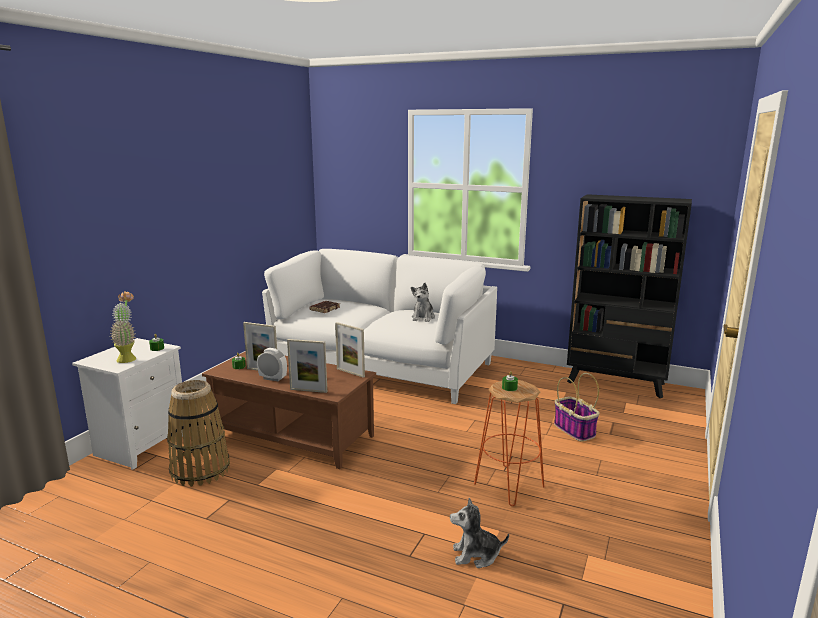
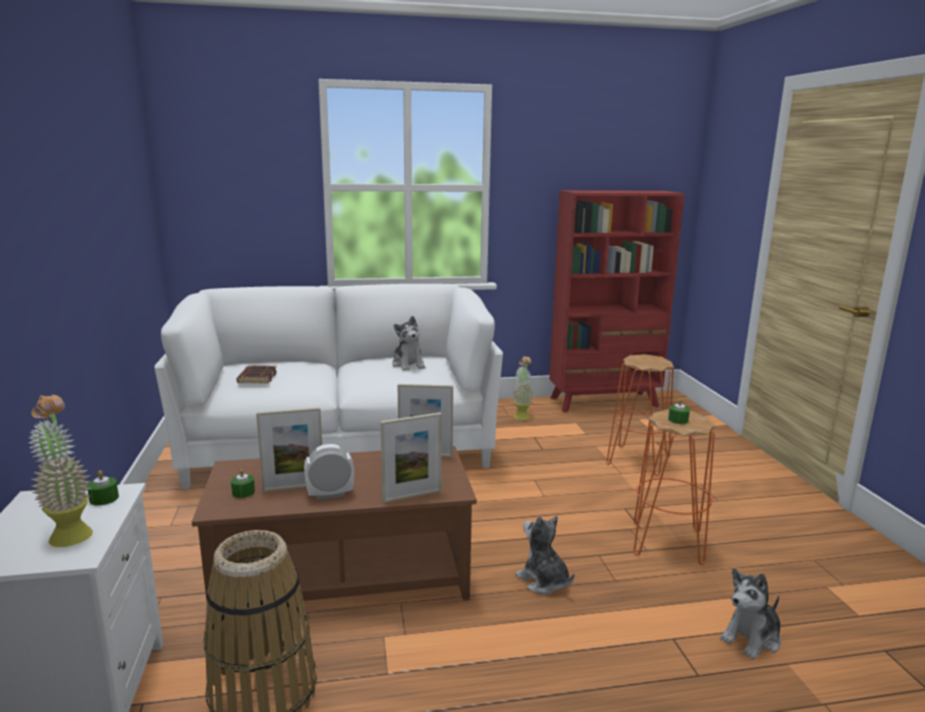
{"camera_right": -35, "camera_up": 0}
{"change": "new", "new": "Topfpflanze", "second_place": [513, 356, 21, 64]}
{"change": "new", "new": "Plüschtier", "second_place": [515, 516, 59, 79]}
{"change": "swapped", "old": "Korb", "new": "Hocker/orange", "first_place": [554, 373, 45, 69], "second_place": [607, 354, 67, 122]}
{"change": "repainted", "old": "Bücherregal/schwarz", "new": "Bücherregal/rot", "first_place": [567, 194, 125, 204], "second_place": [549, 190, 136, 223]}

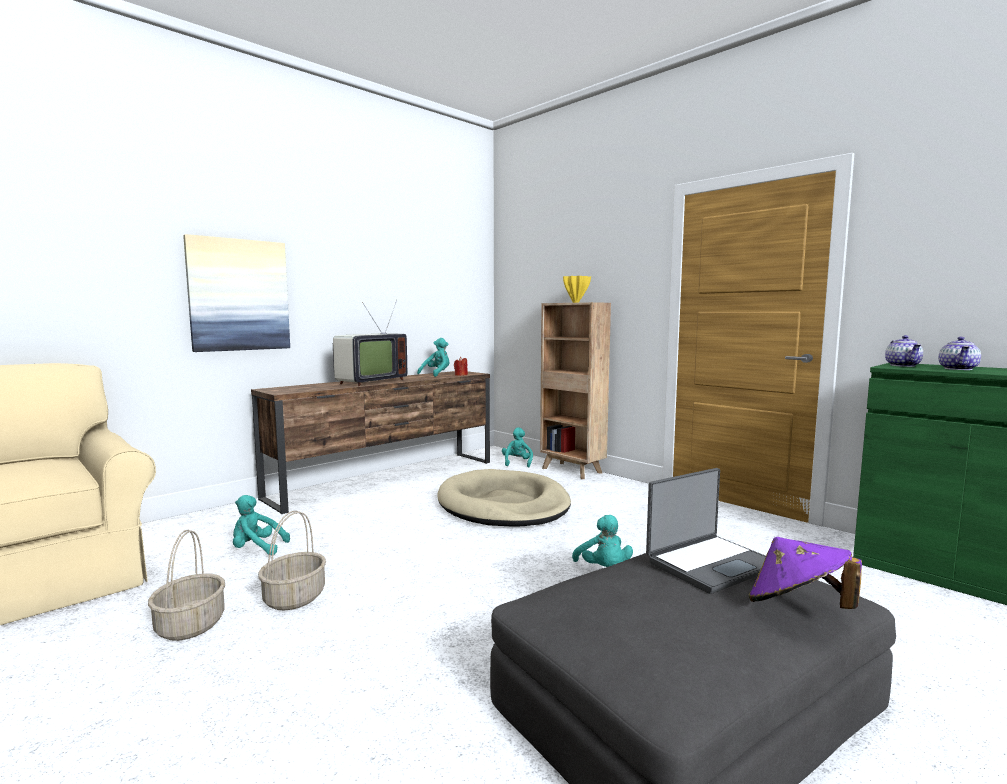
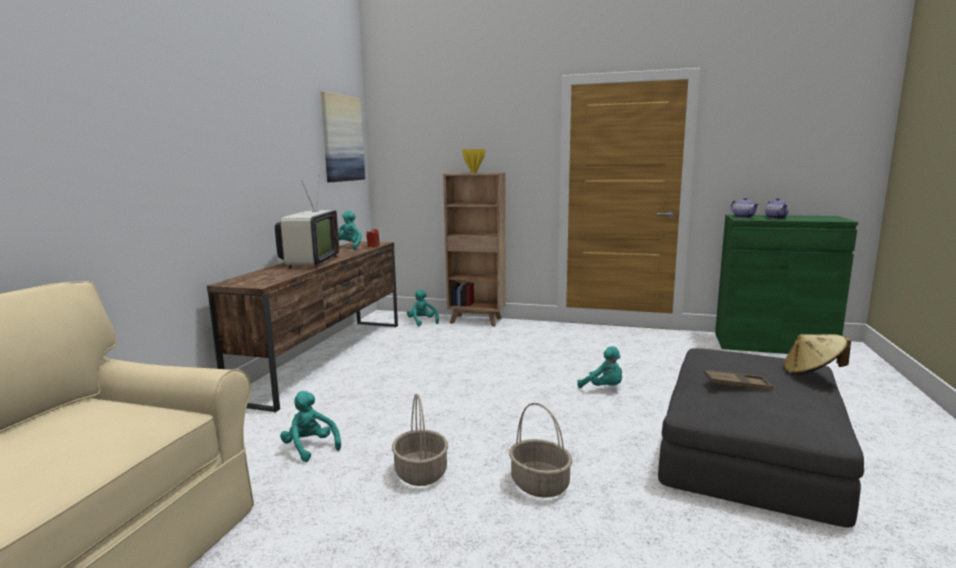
{"camera_right": -30, "camera_up": 5}
{"change": "gone", "old": "Hundebett/beige", "first_place": [437, 469, 134, 58]}
{"change": "gone", "old": "Laptop", "first_place": [646, 468, 120, 126]}
{"change": "new", "new": "Tablett/braun", "second_place": [704, 370, 69, 20]}
{"change": "shifted", "old": "Korb", "first_place": [148, 530, 77, 111], "second_place": [509, 403, 64, 95]}
{"change": "shifted", "old": "Bild", "first_place": [183, 234, 107, 118], "second_place": [321, 91, 44, 91]}
{"change": "repainted", "old": "Hut/lila", "new": "Hut/beige", "first_place": [749, 537, 113, 72], "second_place": [783, 334, 68, 41]}
{"change": "rotated", "old": "Plüschtier/türkis", "first_place": [233, 495, 57, 60], "second_place": [280, 391, 61, 71], "degrees": 75}

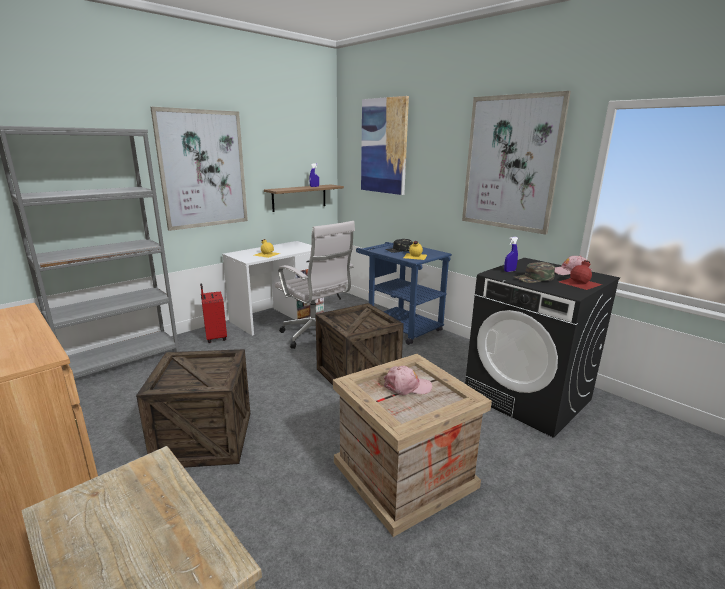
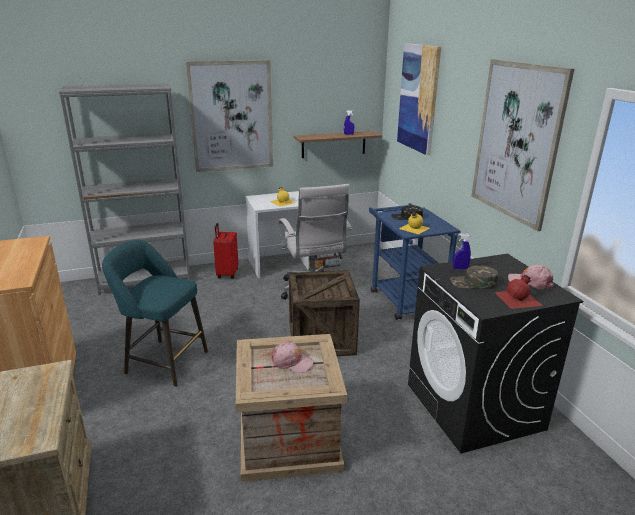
{"camera_right": 25, "camera_up": 5}
{"change": "swapped", "old": "Kiste", "new": "Hocker/türkis", "first_place": [136, 349, 114, 119], "second_place": [102, 240, 106, 147]}

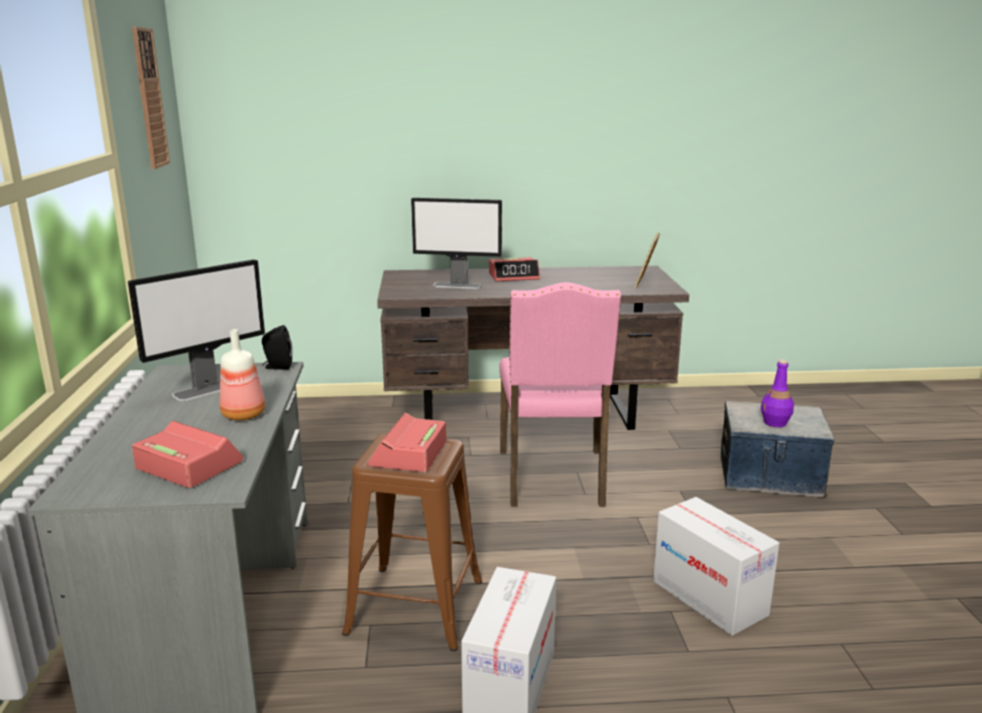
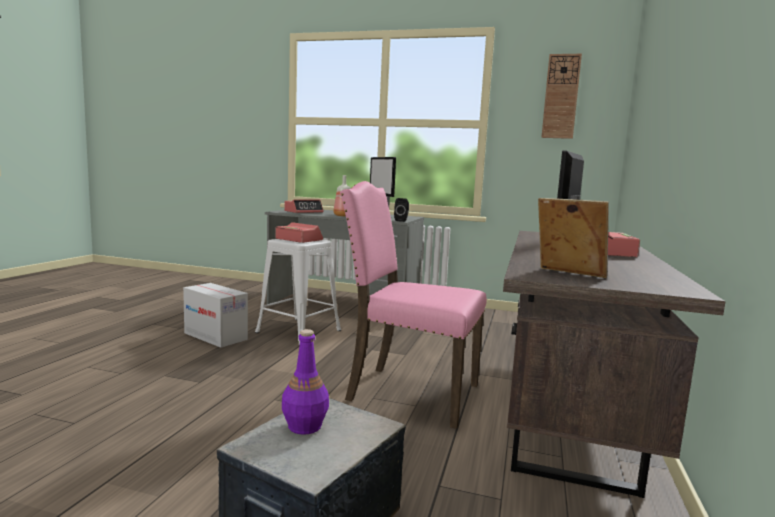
{"camera_right": 110, "camera_up": -10}
{"change": "gone", "old": "Karton", "first_place": [653, 497, 126, 139]}
{"change": "repainted", "old": "Hocker/braun", "new": "Hocker/weiß", "first_place": [342, 433, 140, 218], "second_place": [255, 239, 86, 107]}

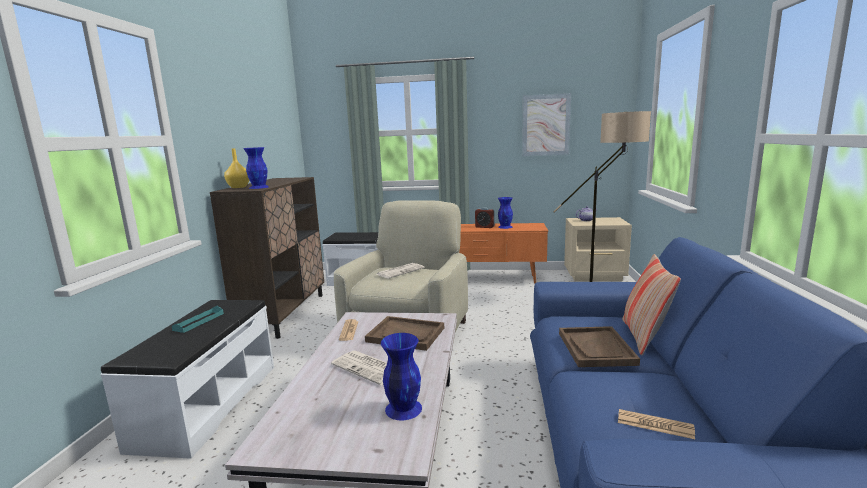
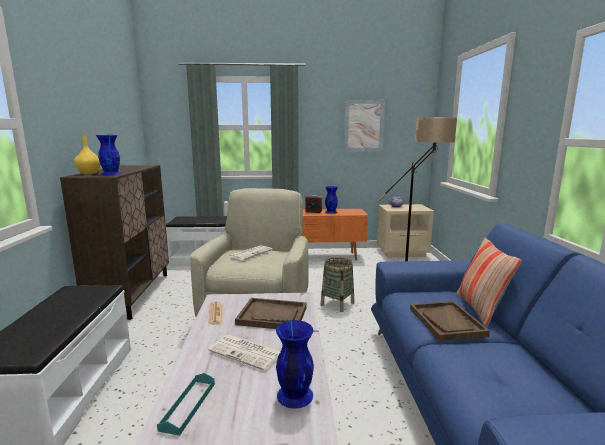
{"camera_right": -10, "camera_up": 0}
{"change": "gone", "old": "Zeitung", "first_place": [618, 409, 77, 30]}
{"change": "new", "new": "Korb", "second_place": [321, 258, 33, 54]}
{"change": "shifted", "old": "Tablett/türkis", "first_place": [172, 306, 52, 27], "second_place": [157, 373, 58, 63]}

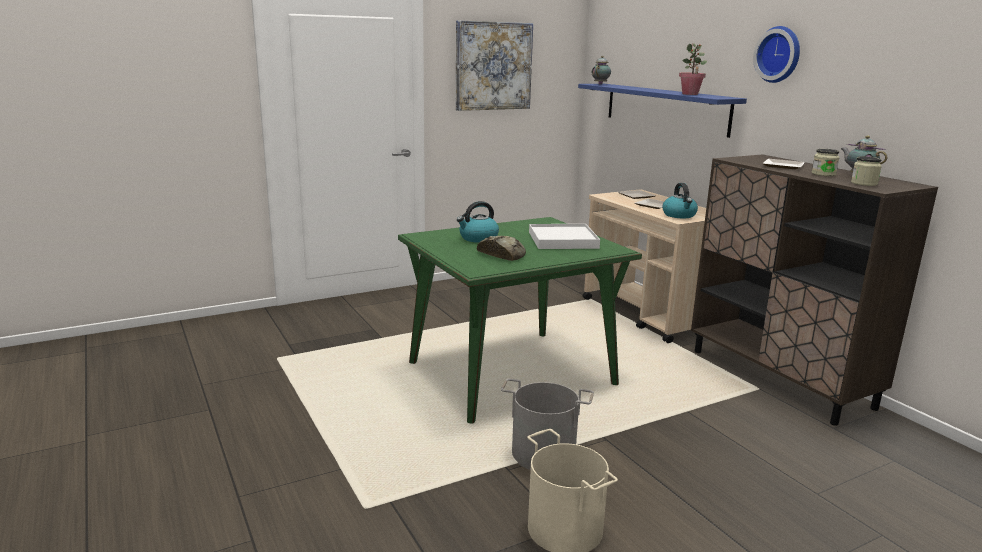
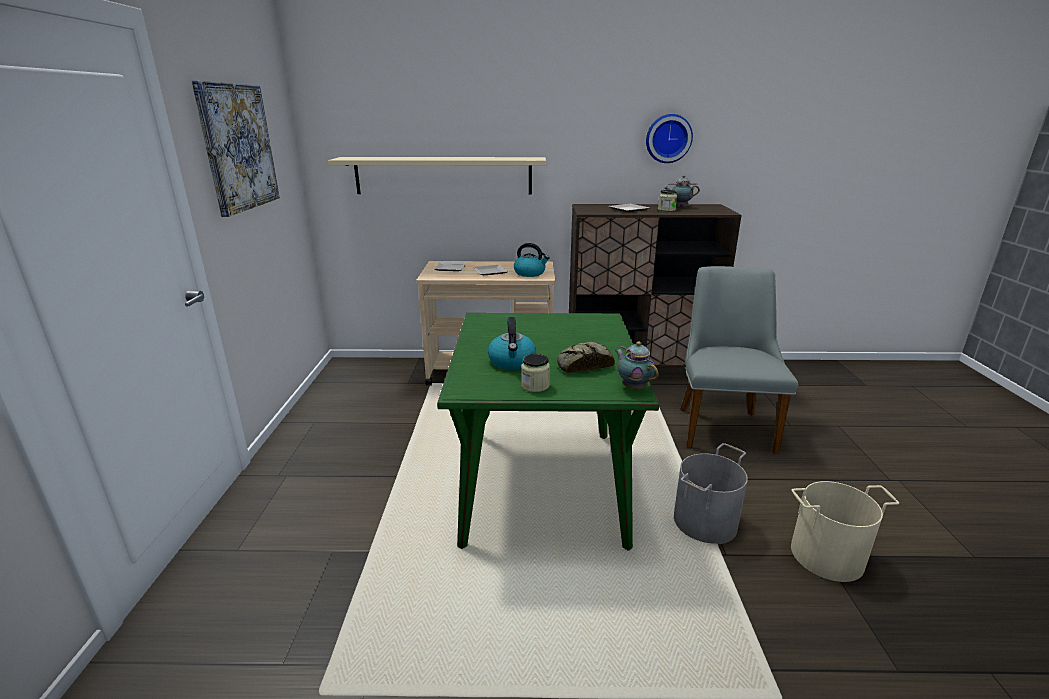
{"camera_right": -60, "camera_up": 5}
{"change": "gone", "old": "Tablett/weiß", "first_place": [529, 224, 71, 25]}
{"change": "gone", "old": "Topfpflanze", "first_place": [679, 43, 28, 52]}
{"change": "new", "new": "Stuhl/grau", "second_place": [680, 266, 118, 188]}
{"change": "shifted", "old": "Teekanne", "first_place": [592, 56, 19, 29], "second_place": [615, 341, 44, 49]}
{"change": "shifted", "old": "Wanduhr", "first_place": [753, 26, 47, 57], "second_place": [646, 114, 47, 49]}
{"change": "shifted", "old": "Vorratsglas", "first_place": [851, 156, 31, 30], "second_place": [521, 354, 29, 38]}
{"change": "repainted", "old": "Wandregal/blau", "new": "Wandregal/beige", "first_place": [578, 84, 169, 54], "second_place": [328, 157, 218, 38]}

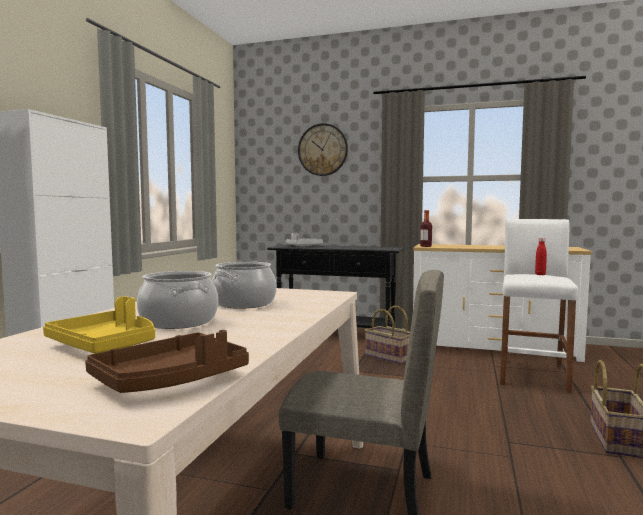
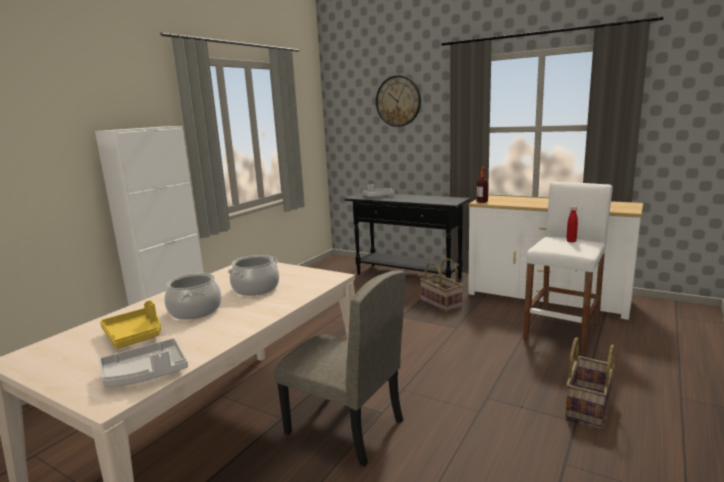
{"camera_right": 15, "camera_up": 10}
{"change": "repainted", "old": "Tablett/braun", "new": "Tablett/grau", "first_place": [85, 330, 164, 63], "second_place": [99, 338, 89, 49]}

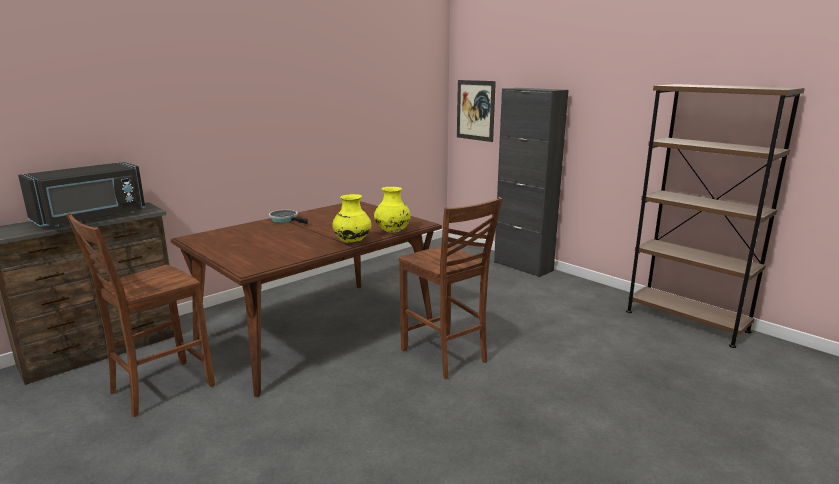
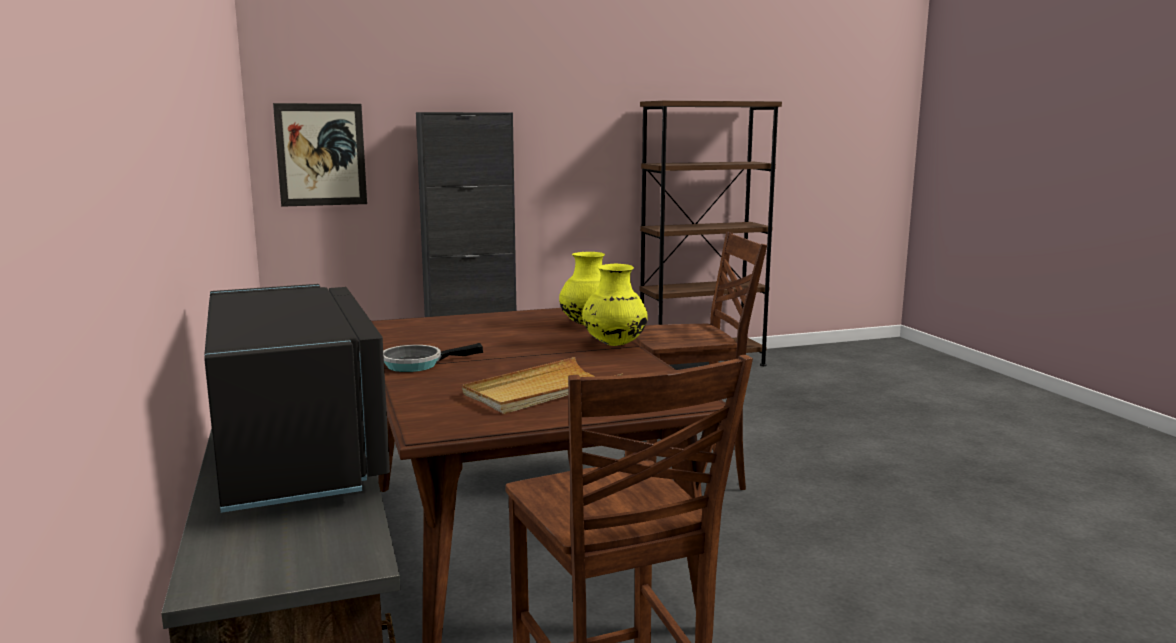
{"camera_right": -65, "camera_up": -5}
{"change": "new", "new": "Tablett/beige", "second_place": [462, 357, 161, 57]}

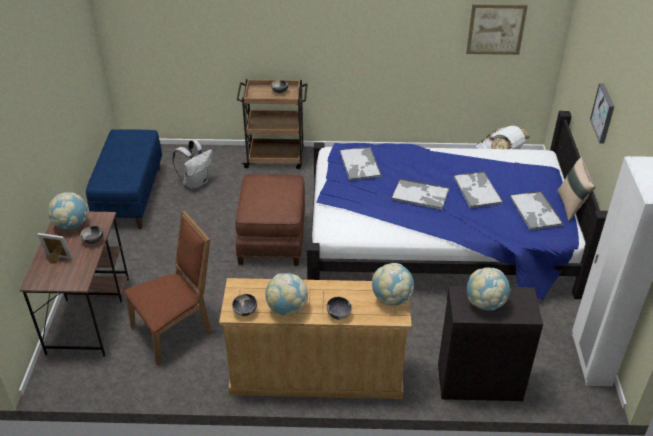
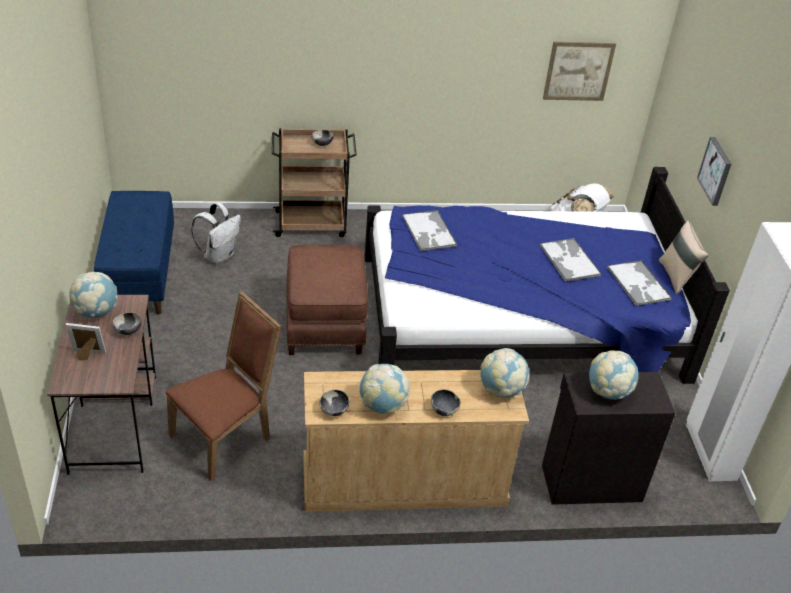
{"camera_right": -10, "camera_up": 0}
{"change": "gone", "old": "Tablett", "first_place": [391, 178, 59, 32]}

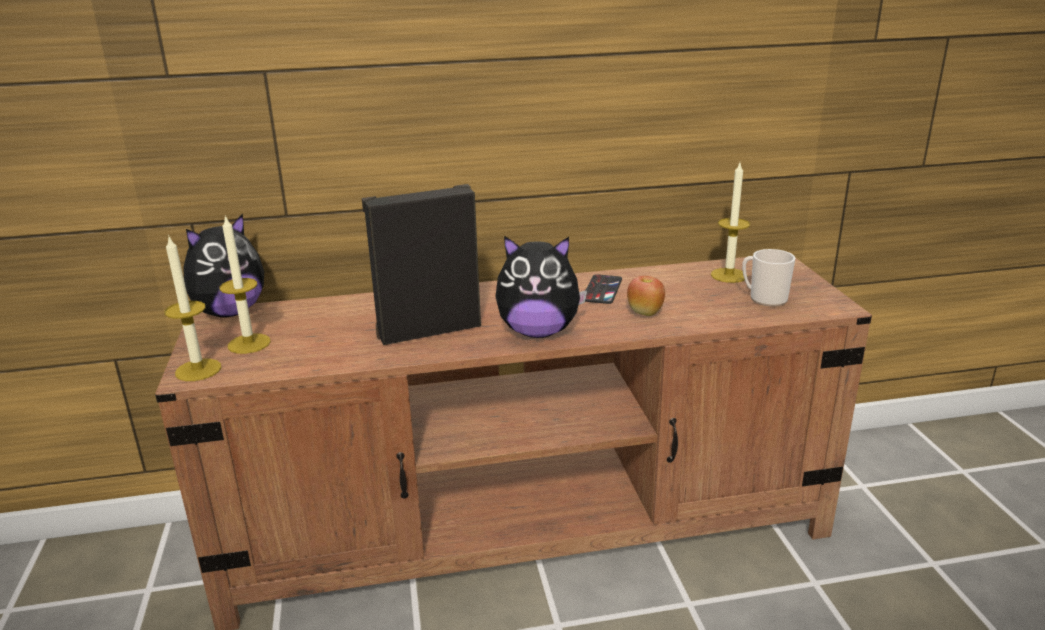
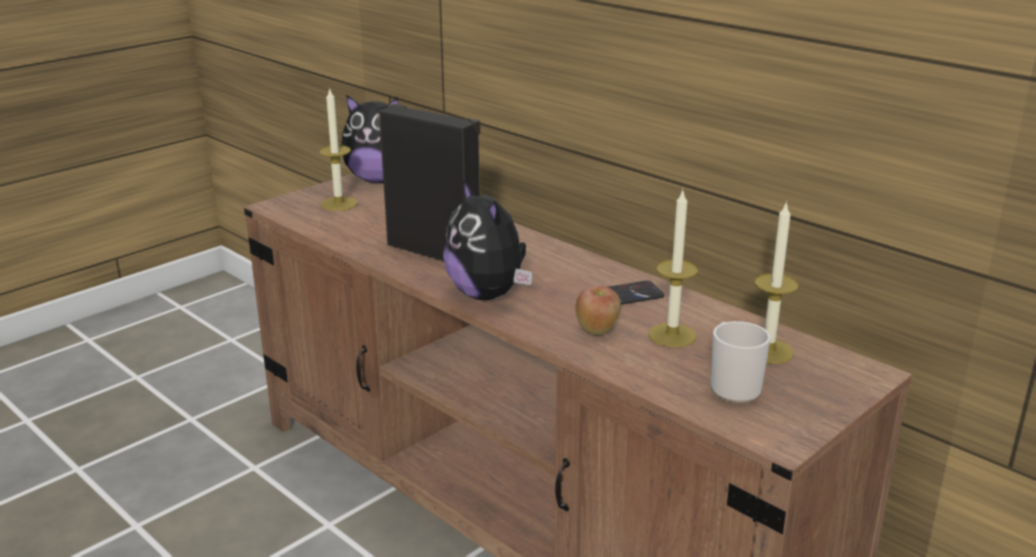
{"camera_right": 55, "camera_up": 0}
{"change": "shifted", "old": "Kerze", "first_place": [165, 235, 56, 146], "second_place": [648, 188, 50, 159]}

